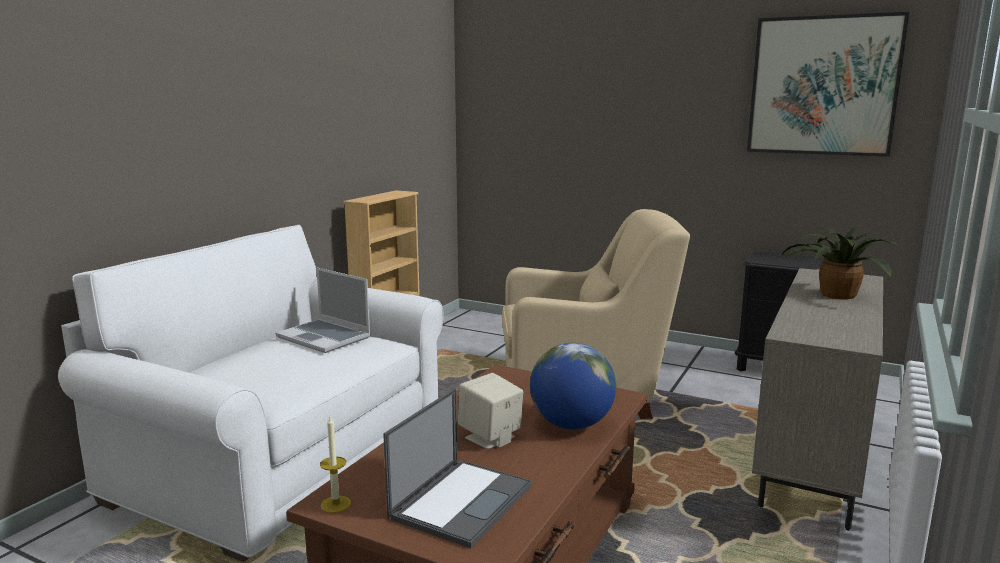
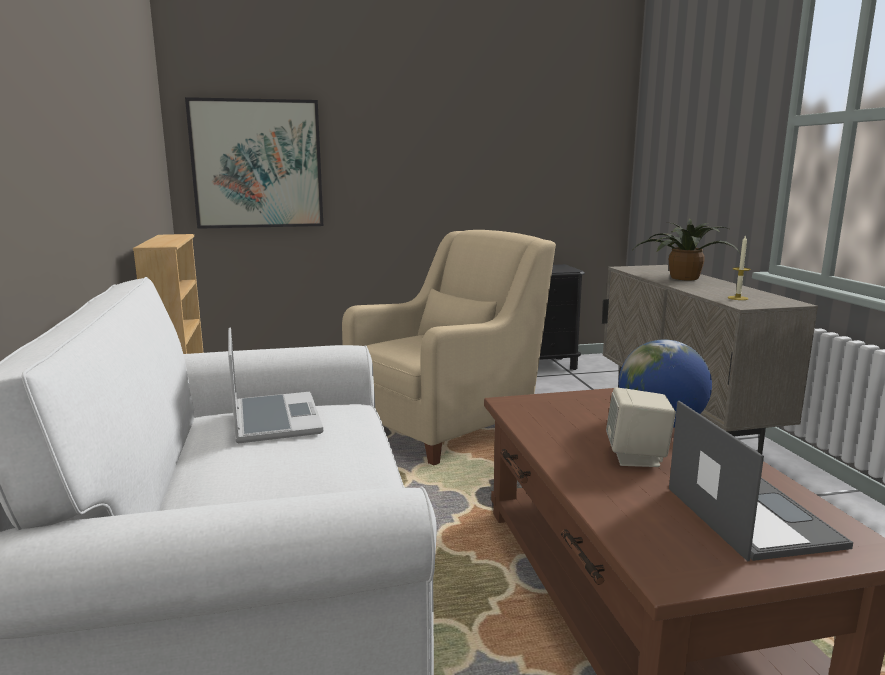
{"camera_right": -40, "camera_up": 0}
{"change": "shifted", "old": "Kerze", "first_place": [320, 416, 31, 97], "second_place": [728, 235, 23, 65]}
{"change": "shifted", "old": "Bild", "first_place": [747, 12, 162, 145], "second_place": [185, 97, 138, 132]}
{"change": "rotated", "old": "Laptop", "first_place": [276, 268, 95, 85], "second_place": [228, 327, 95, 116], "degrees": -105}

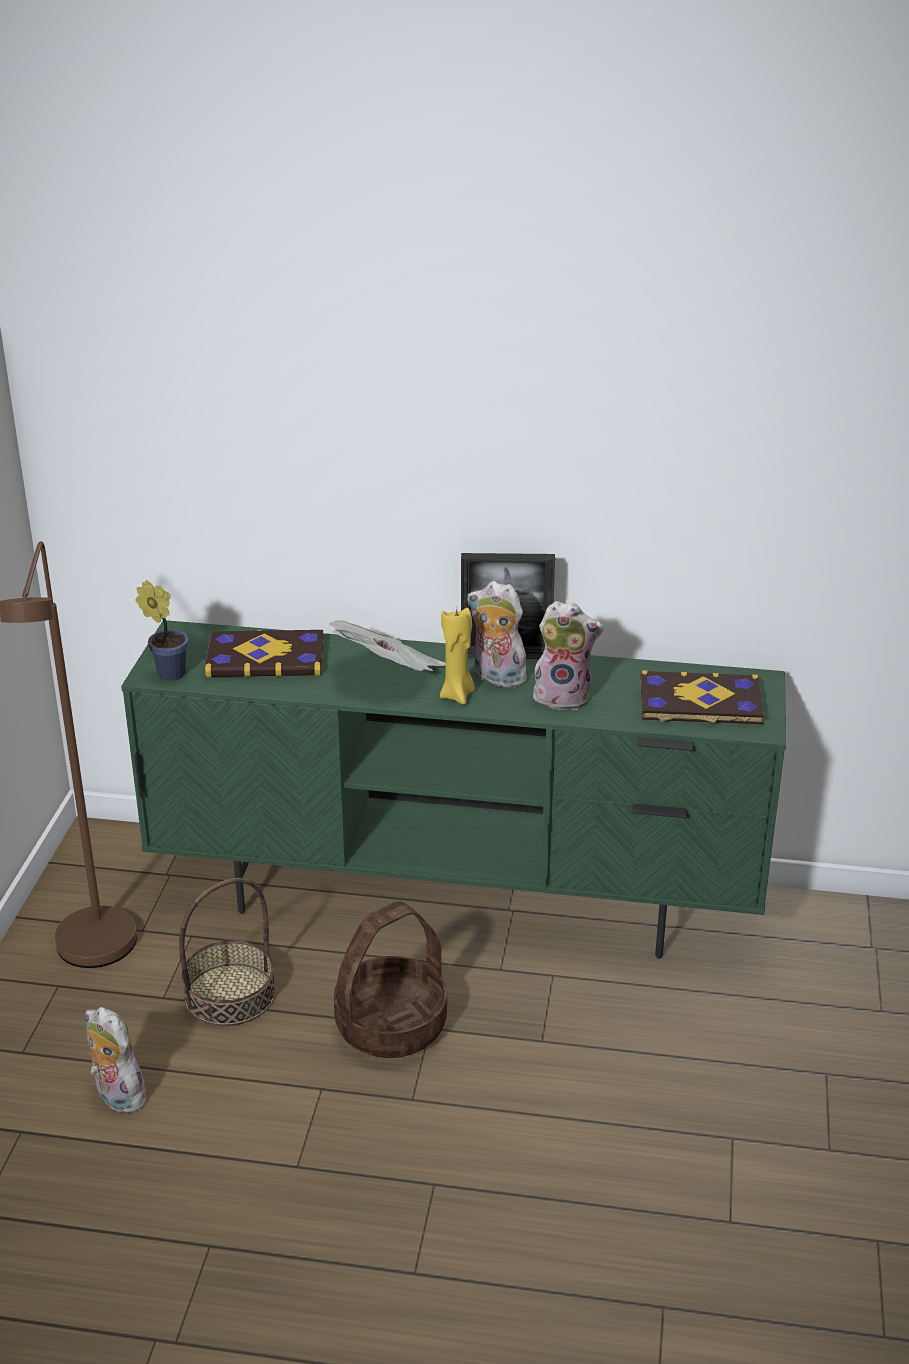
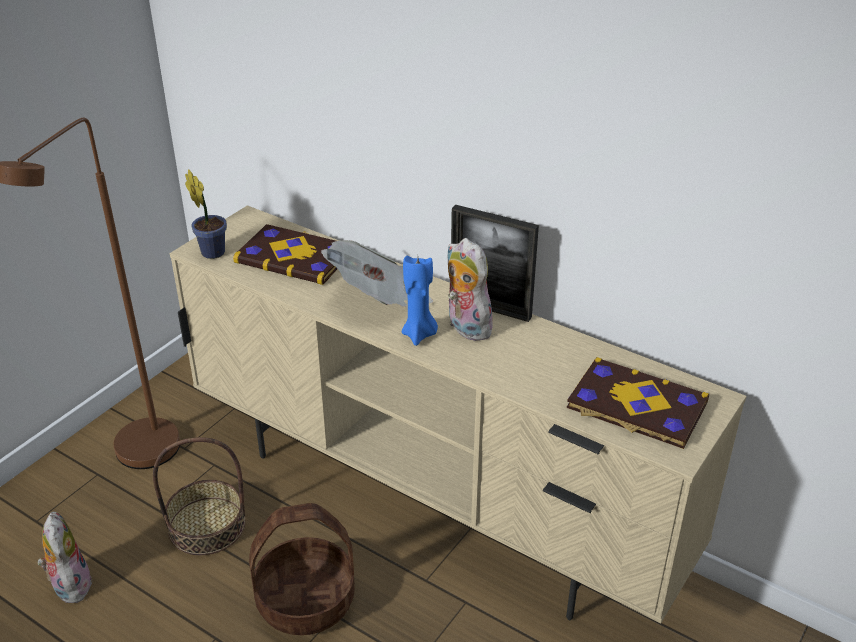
{"camera_right": 25, "camera_up": 5}
{"change": "gone", "old": "Plüschtier", "first_place": [533, 601, 71, 109]}
{"change": "repainted", "old": "Fernsehschrank/grün", "new": "Fernsehschrank/beige", "first_place": [121, 620, 665, 339], "second_place": [170, 205, 577, 418]}
{"change": "repainted", "old": "Kerze/gelb", "new": "Kerze/blau", "first_place": [440, 607, 35, 98], "second_place": [402, 256, 36, 90]}

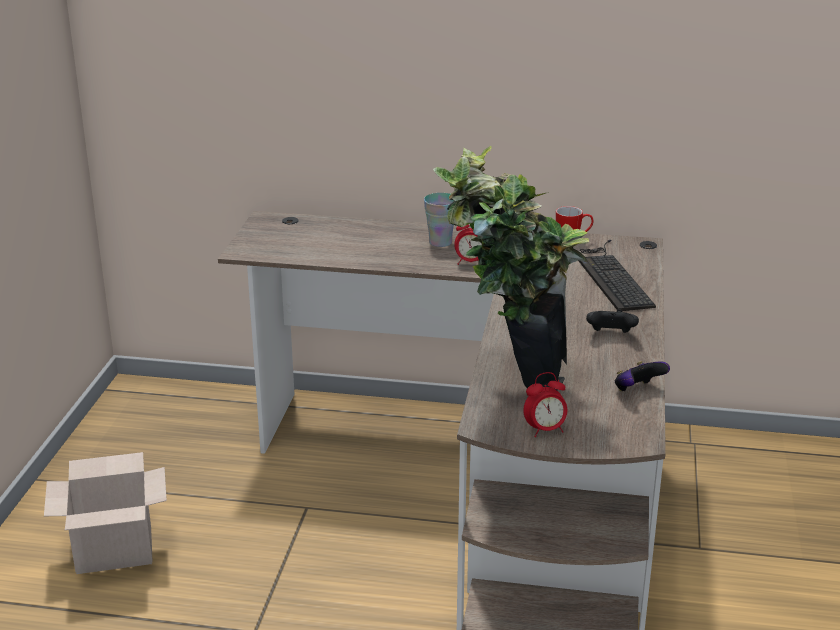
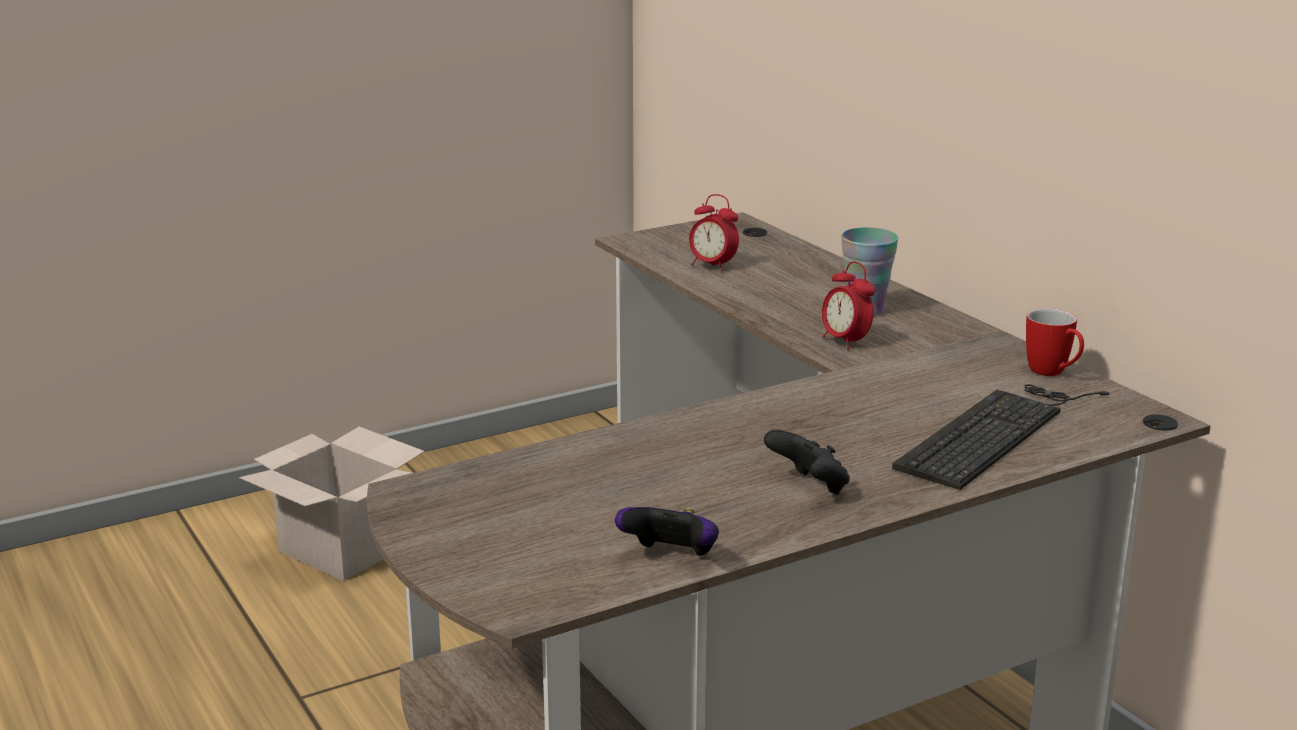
{"camera_right": 50, "camera_up": -5}
{"change": "gone", "old": "Topfpflanze", "first_place": [433, 146, 156, 244]}
{"change": "shifted", "old": "Wecker", "first_place": [523, 372, 44, 65], "second_place": [689, 194, 50, 77]}

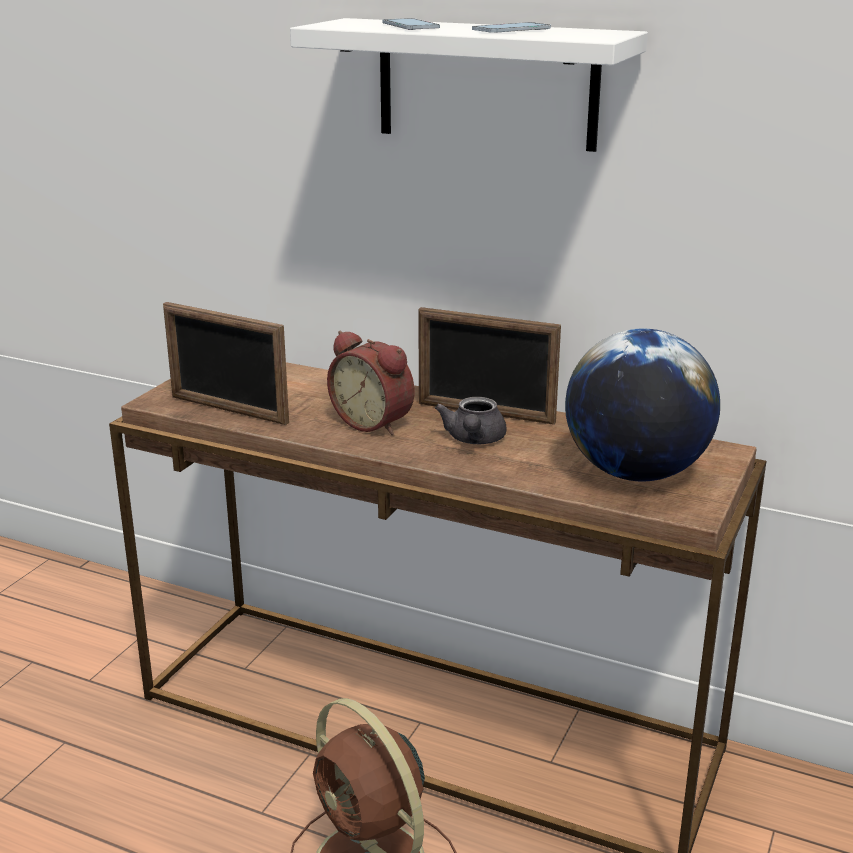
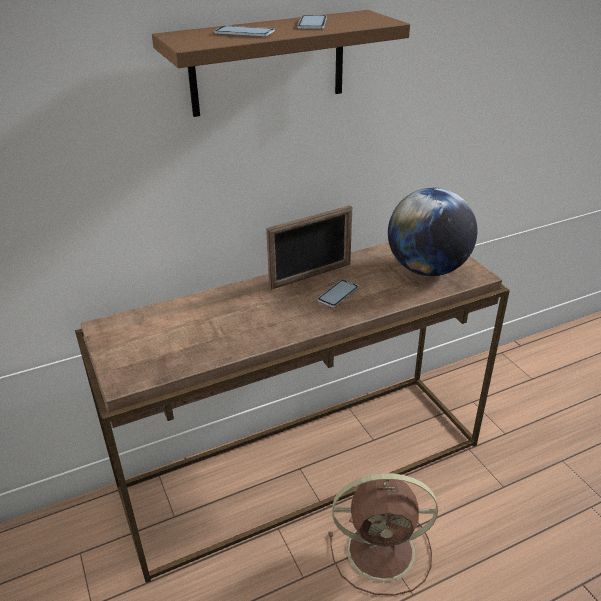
{"camera_right": -50, "camera_up": 10}
{"change": "gone", "old": "Bilderrahmen", "first_place": [163, 302, 126, 123]}
{"change": "gone", "old": "Wecker", "first_place": [327, 331, 88, 104]}
{"change": "swapped", "old": "Teekanne/grau", "new": "Handy", "first_place": [435, 397, 71, 47], "second_place": [318, 280, 41, 27]}
{"change": "repainted", "old": "Wandregal/weiß", "new": "Wandregal/braun", "first_place": [290, 18, 358, 134], "second_place": [152, 10, 258, 107]}

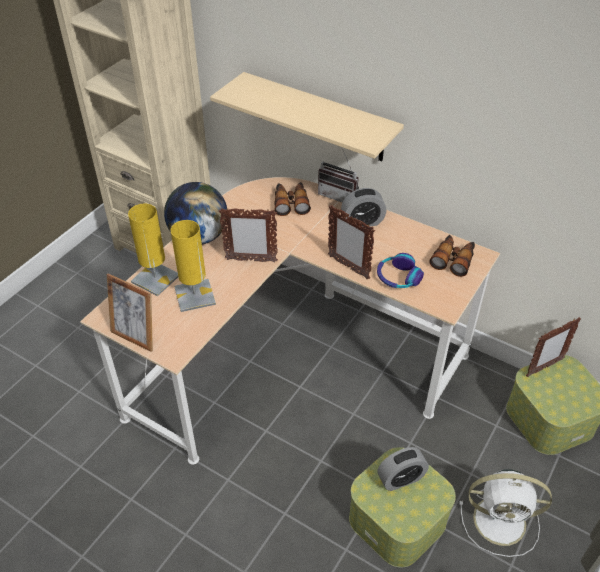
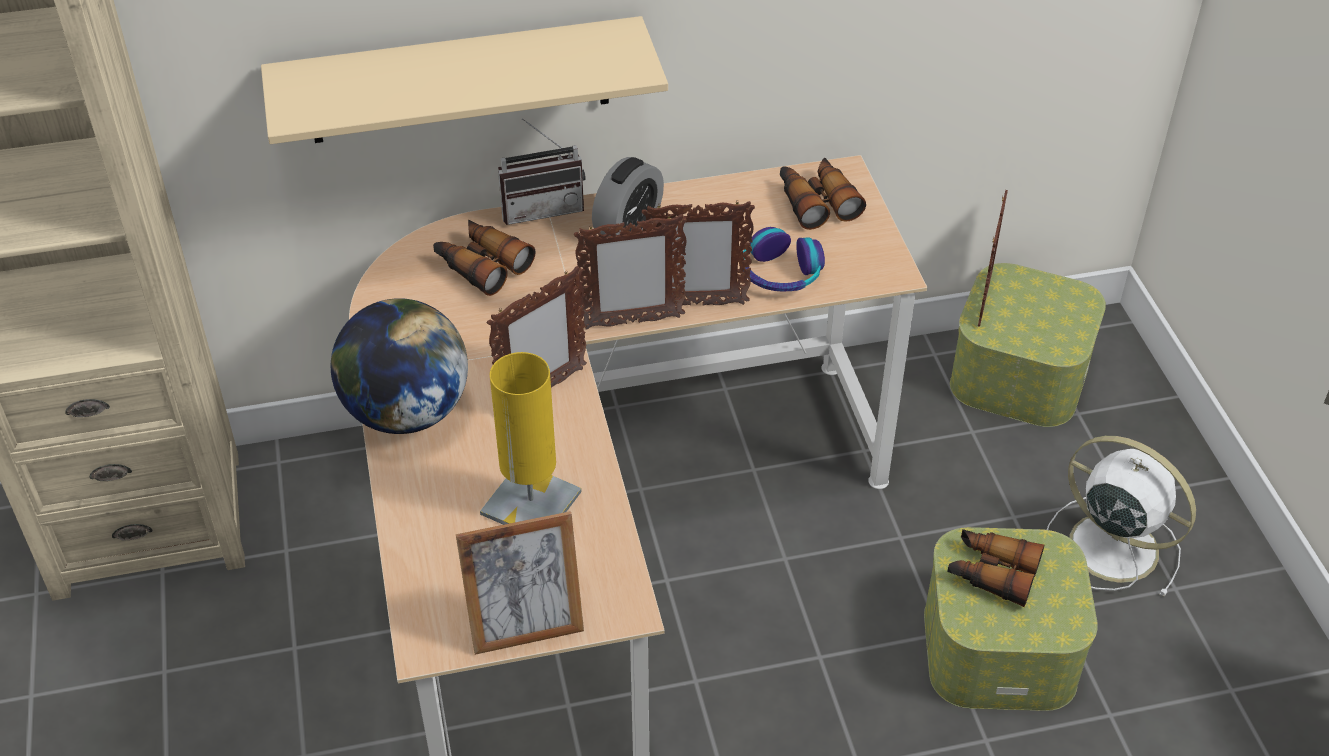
{"camera_right": -45, "camera_up": 0}
{"change": "gone", "old": "Tischlampe/gelb", "first_place": [128, 204, 50, 92]}
{"change": "new", "new": "Bilderrahmen", "second_place": [574, 214, 113, 116]}
{"change": "swapped", "old": "Wecker", "new": "Fernglas", "first_place": [377, 447, 52, 44], "second_place": [947, 529, 97, 78]}
{"change": "rotated", "old": "Ventilator/weiß", "first_place": [460, 469, 92, 88], "second_place": [1047, 436, 149, 161], "degrees": -105}

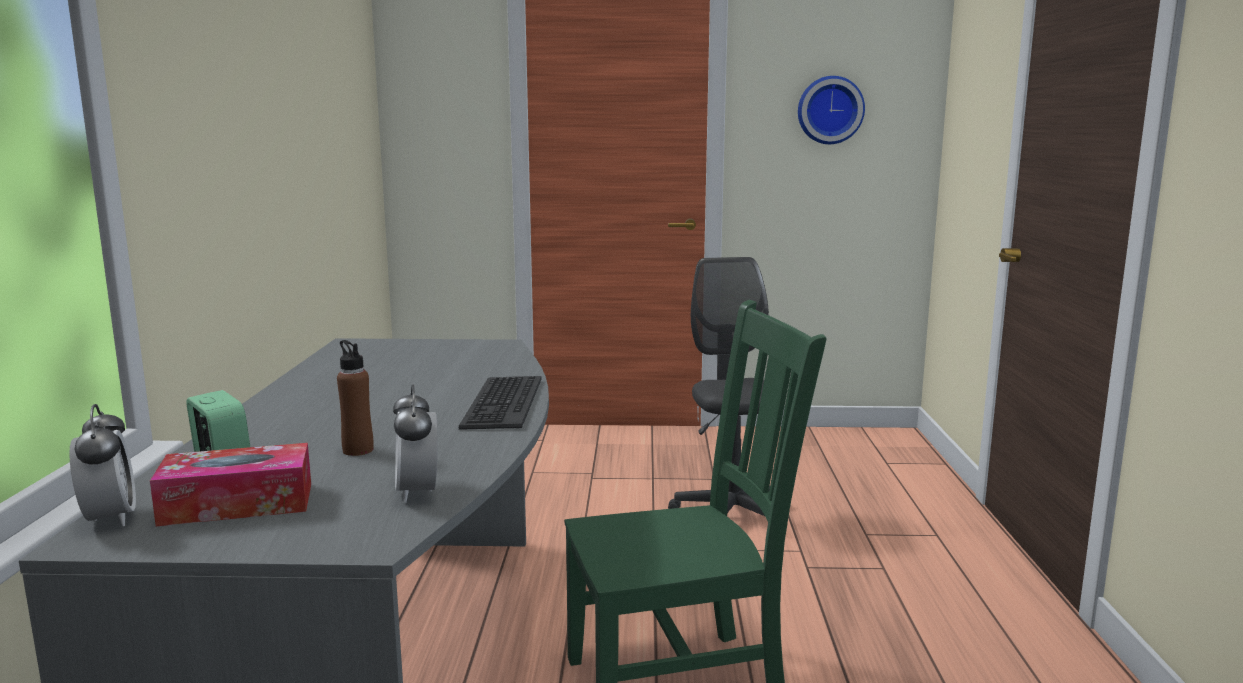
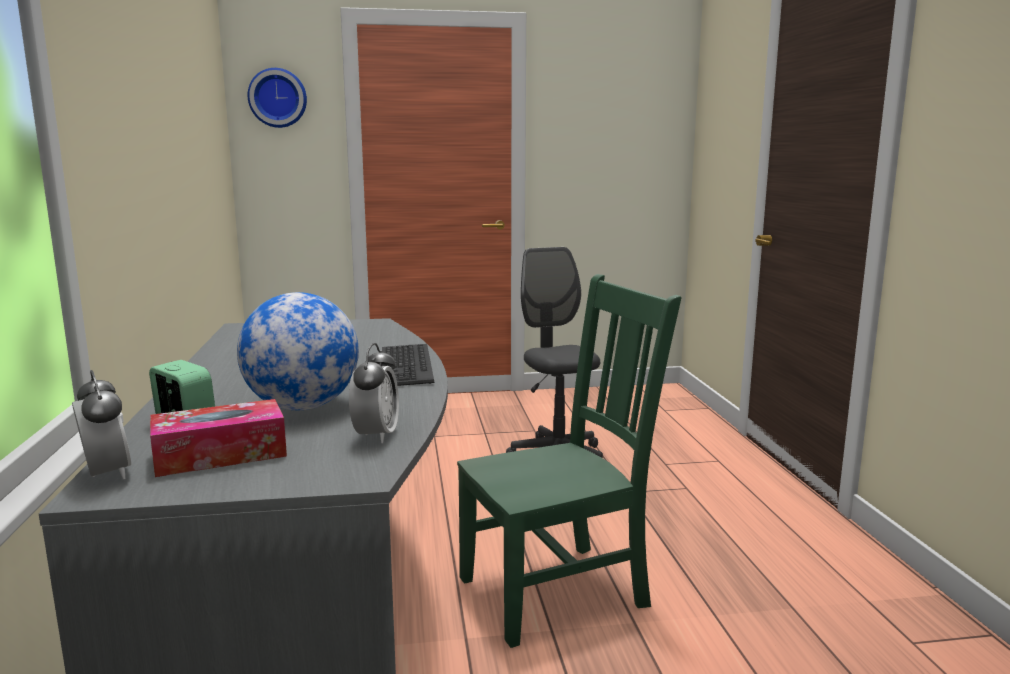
{"camera_right": -10, "camera_up": 0}
{"change": "shifted", "old": "Wanduhr", "first_place": [798, 76, 67, 68], "second_place": [248, 68, 59, 60]}
{"change": "swapped", "old": "Flasche/braun", "new": "Globus", "first_place": [337, 340, 37, 116], "second_place": [237, 292, 122, 118]}
{"change": "rotated", "old": "Wecker", "first_place": [393, 384, 45, 119], "second_place": [349, 343, 50, 100], "degrees": -150}

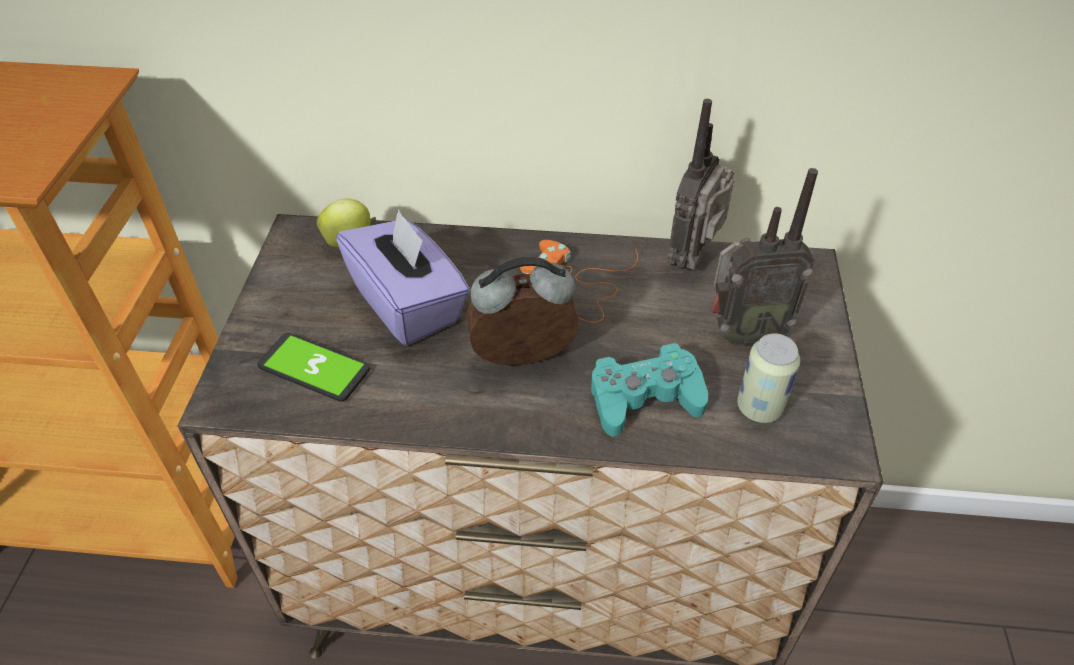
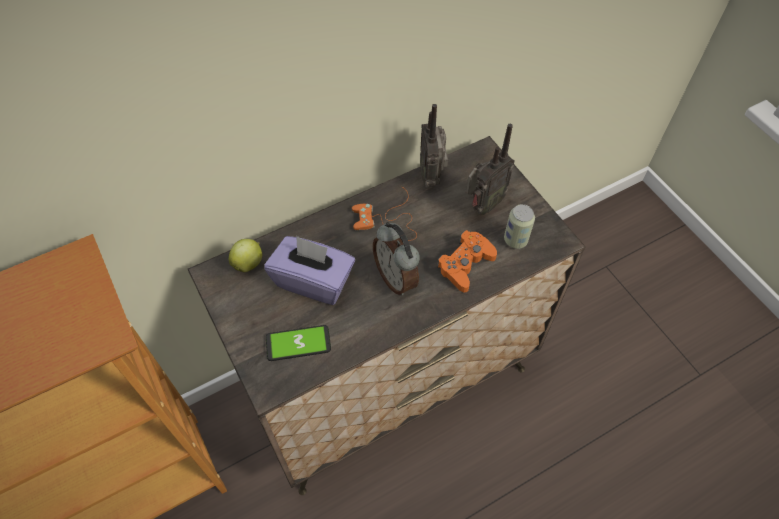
{"camera_right": -35, "camera_up": 10}
{"change": "repainted", "old": "Gamepad/türkis", "new": "Gamepad/orange", "first_place": [591, 343, 117, 94], "second_place": [437, 230, 60, 62]}
{"change": "rotated", "old": "Wecker", "first_place": [466, 257, 113, 109], "second_place": [373, 222, 47, 73], "degrees": -75}

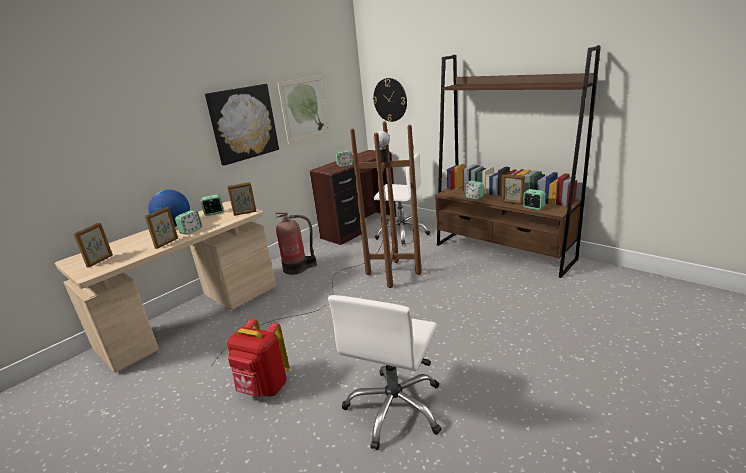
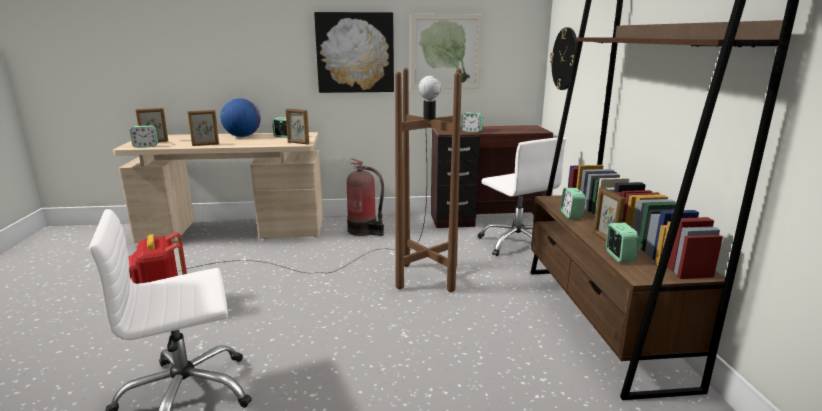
{"camera_right": 40, "camera_up": -5}
{"change": "shifted", "old": "Wecker", "first_place": [175, 211, 27, 24], "second_place": [130, 125, 28, 23]}

